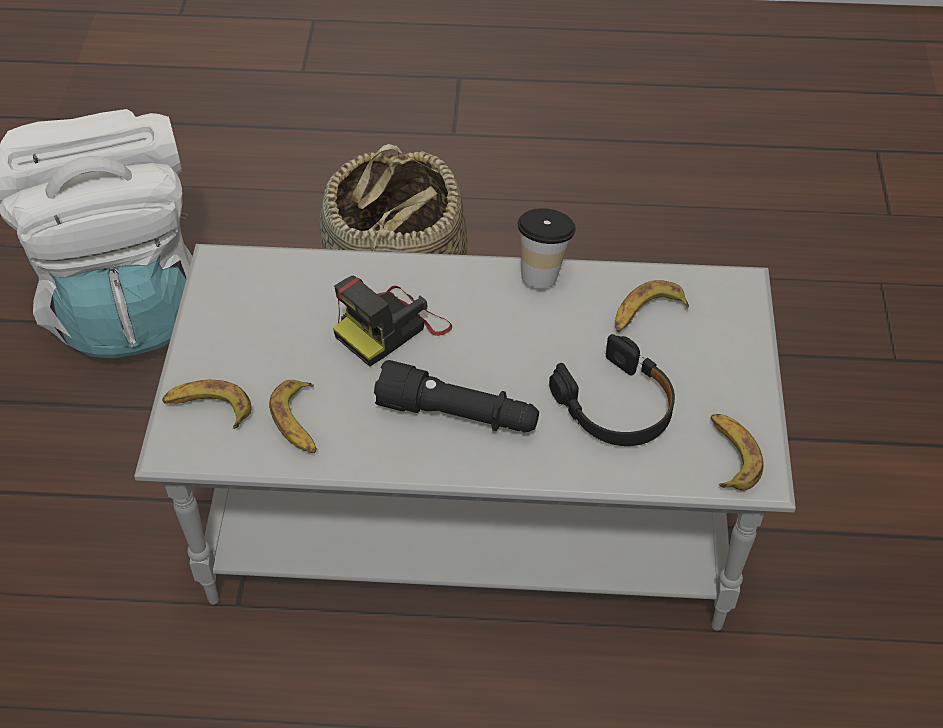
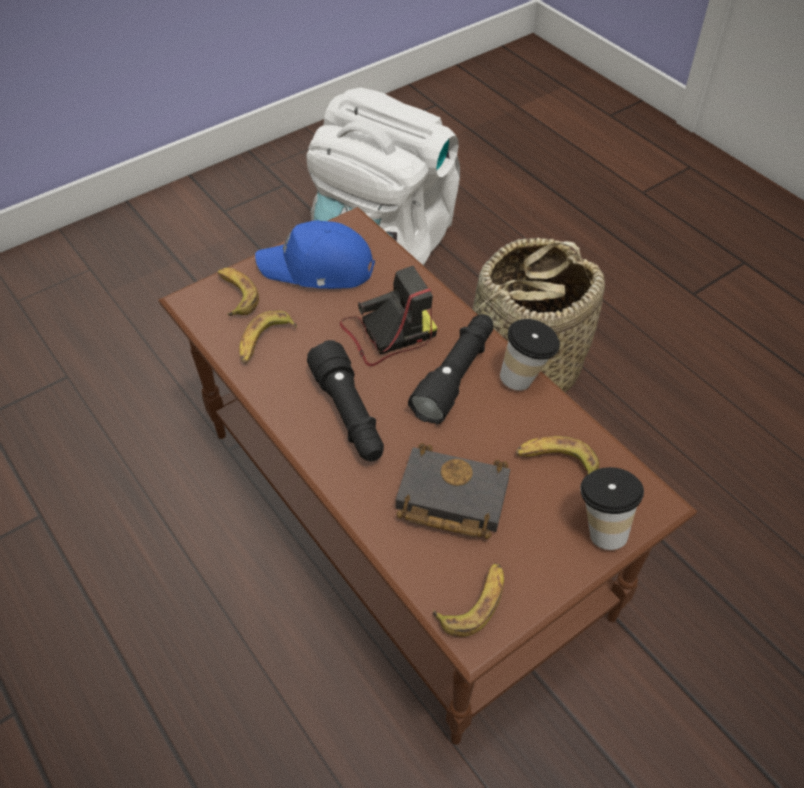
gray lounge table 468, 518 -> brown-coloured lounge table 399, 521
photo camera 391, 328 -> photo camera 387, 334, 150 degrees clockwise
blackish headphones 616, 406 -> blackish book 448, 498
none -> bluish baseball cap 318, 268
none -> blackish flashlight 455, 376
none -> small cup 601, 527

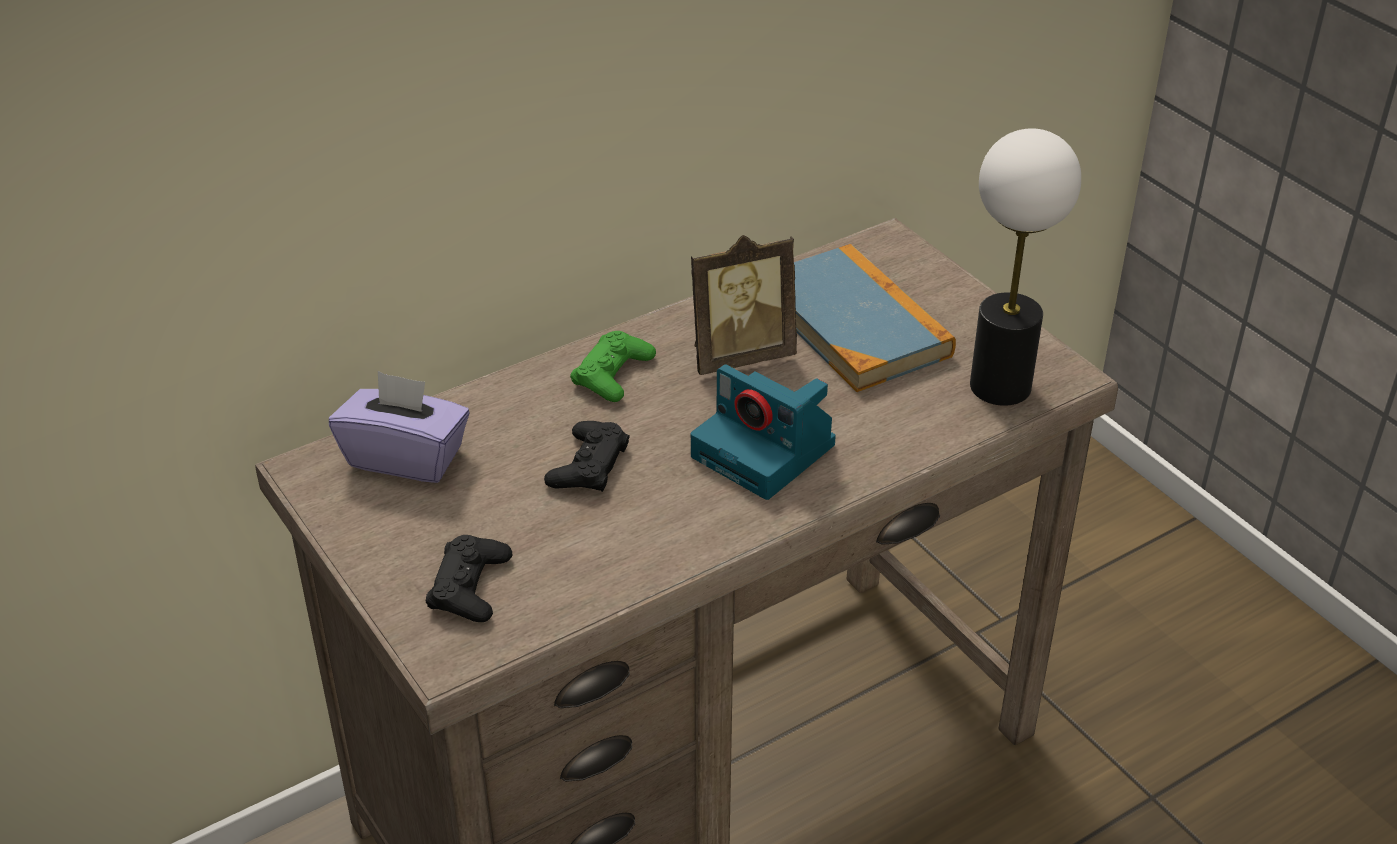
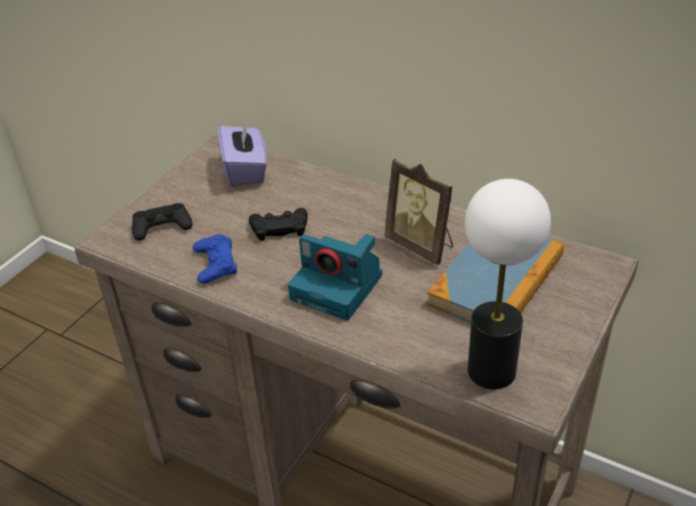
green-coloured game controller 613, 374 -> none
photo camera 766, 451 -> photo camera 339, 287, 75 degrees counterclockwise
none -> bluish game controller 215, 264

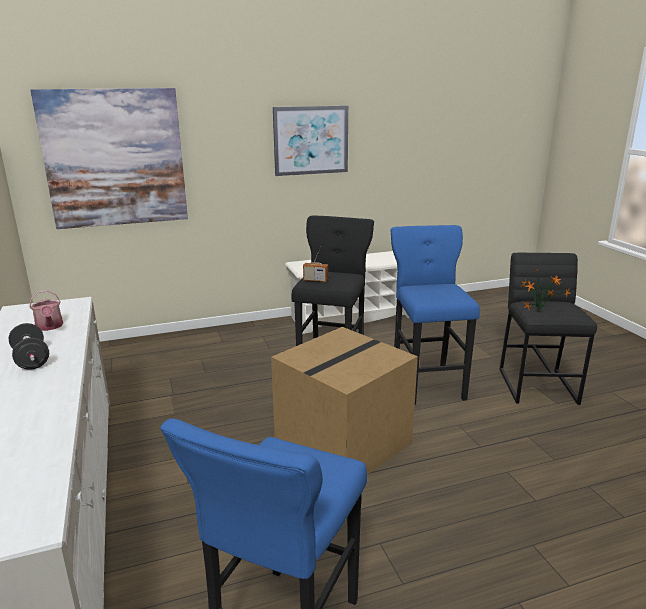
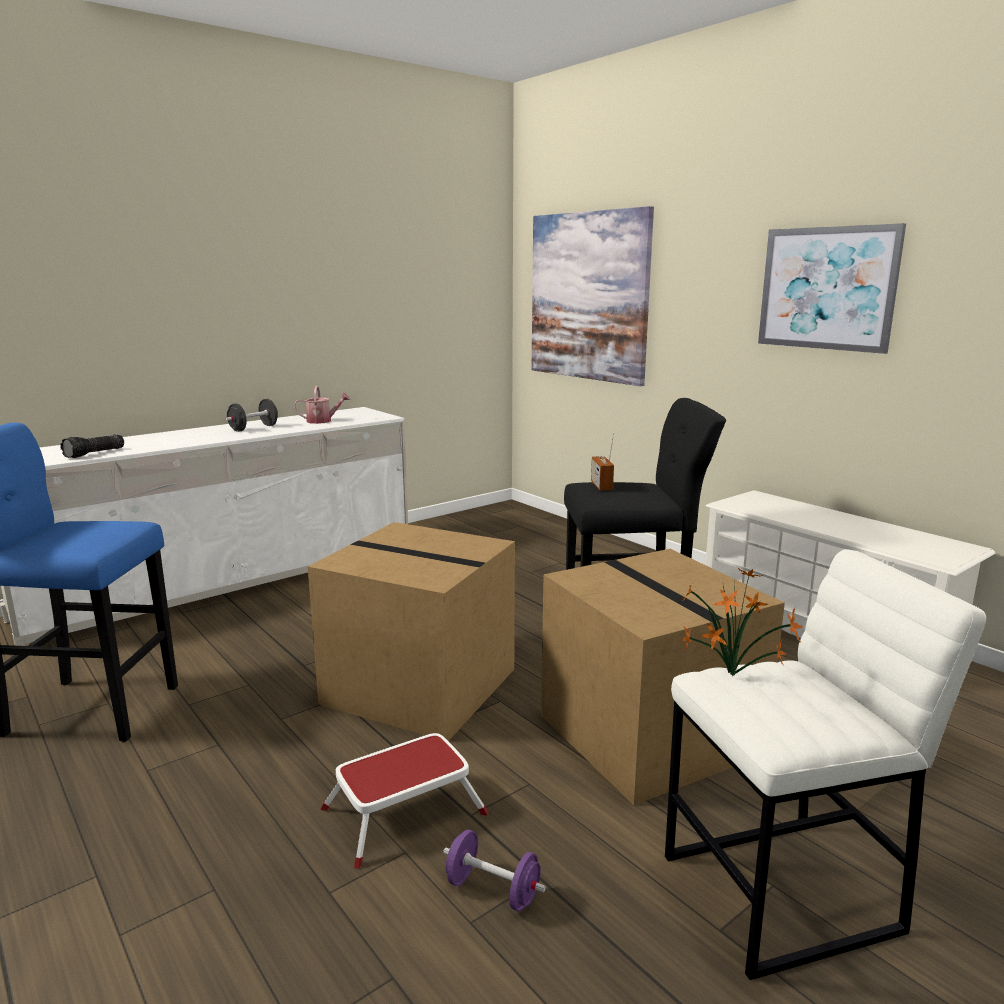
sprinkling can 50, 327 -> sprinkling can 323, 421, 135 degrees counterclockwise
bluish sitting stool 427, 382 -> carton 653, 734
blackish sitting stool 536, 385 -> white-coloured sitting stool 784, 891
none -> flashlight 95, 453
none -> reddish step stool 403, 810
none -> purplish dumbbell 493, 890

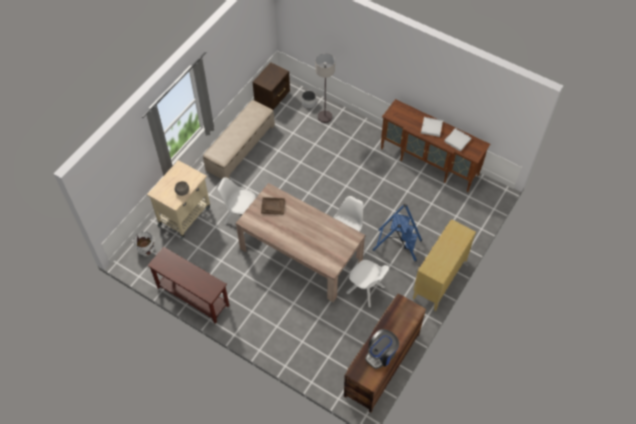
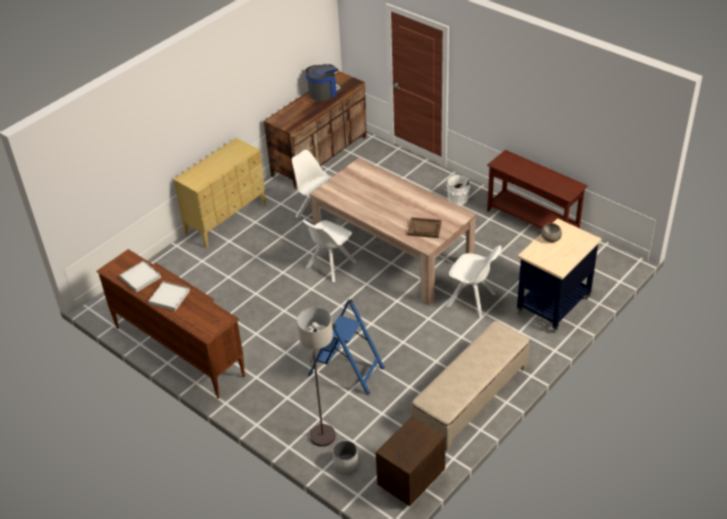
white-coloured water bucket 146, 248 -> white-coloured water bucket 457, 198, move
beige-coloured cart 184, 216 -> bluish cart 553, 306
bluish step stool 396, 244 -> bluish step stool 347, 371, move

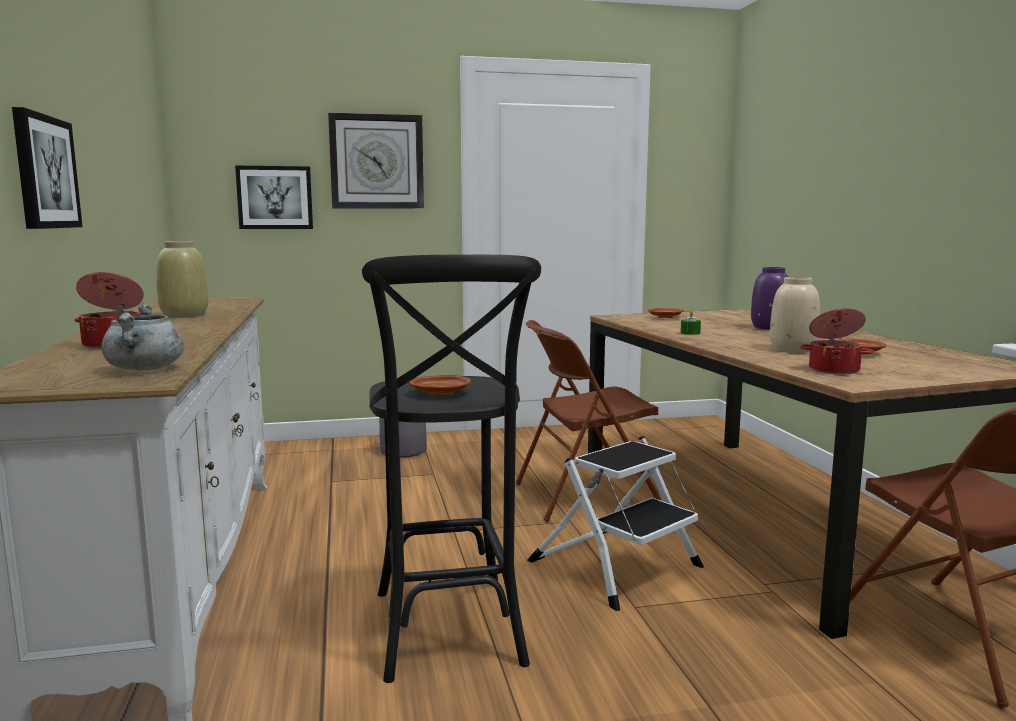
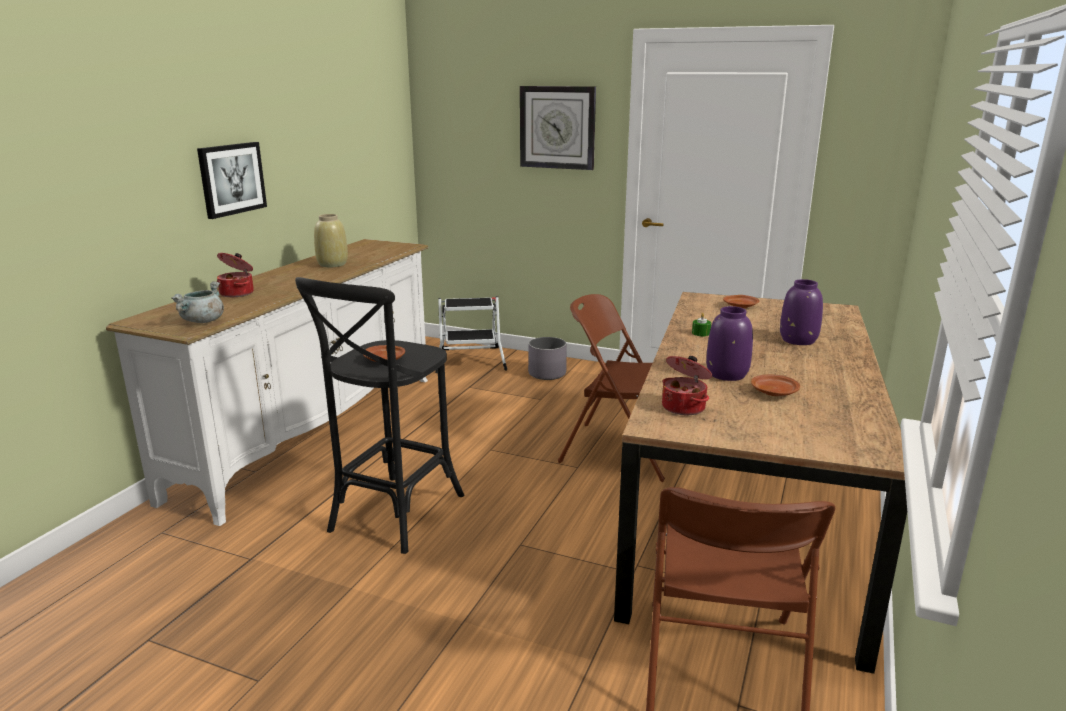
picture 275, 197 -> none
step stool 615, 566 -> step stool 470, 360, move
beige-coloured decorative vase 793, 349 -> purplish decorative vase 727, 374

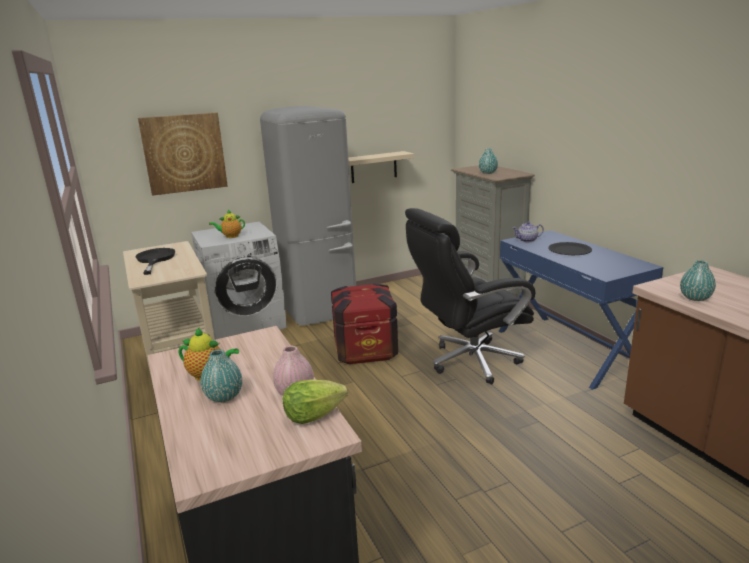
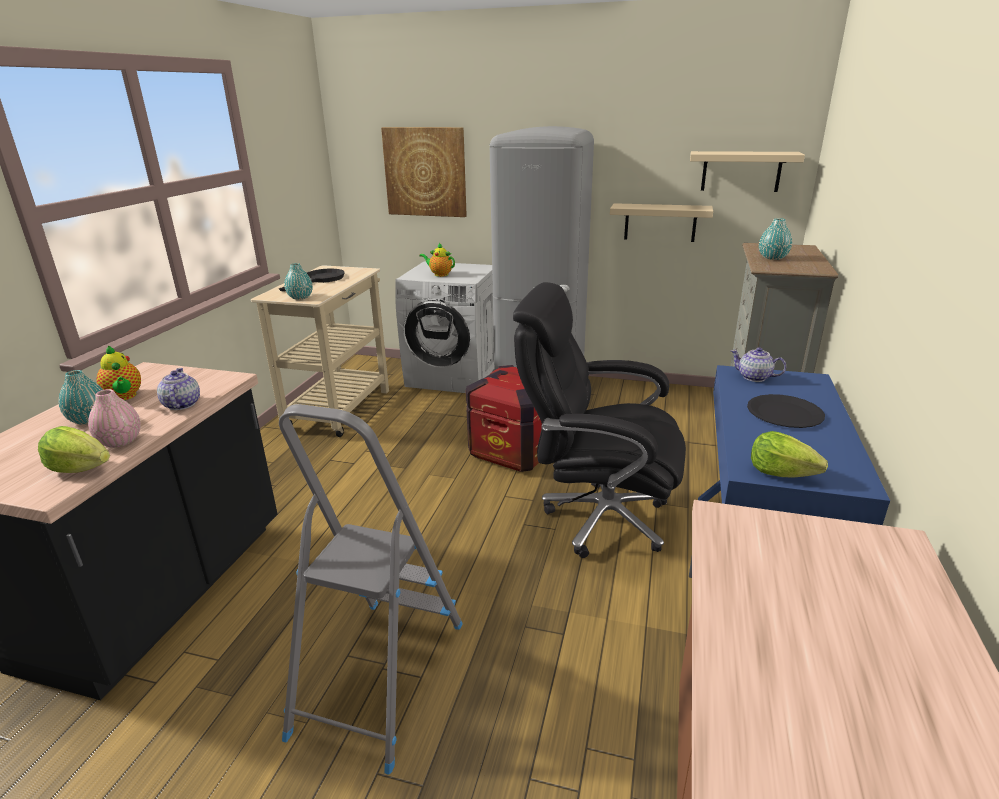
turquoise decorative vase 695, 298 -> turquoise decorative vase 300, 297, move
none -> teapot 181, 405
none -> gray step stool 382, 674
none -> beige-coloured wall shelf 741, 171
none -> lettuce head 780, 473

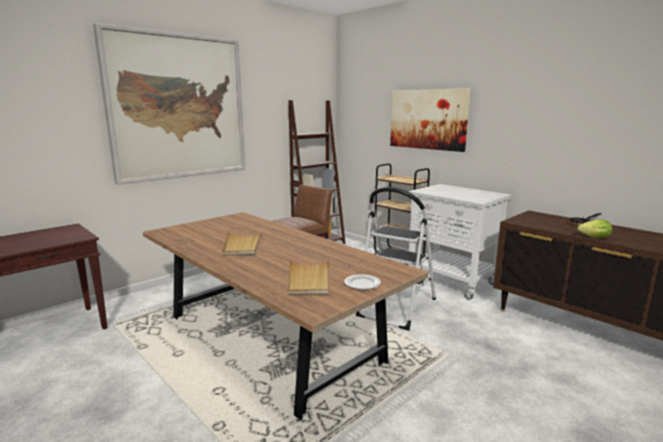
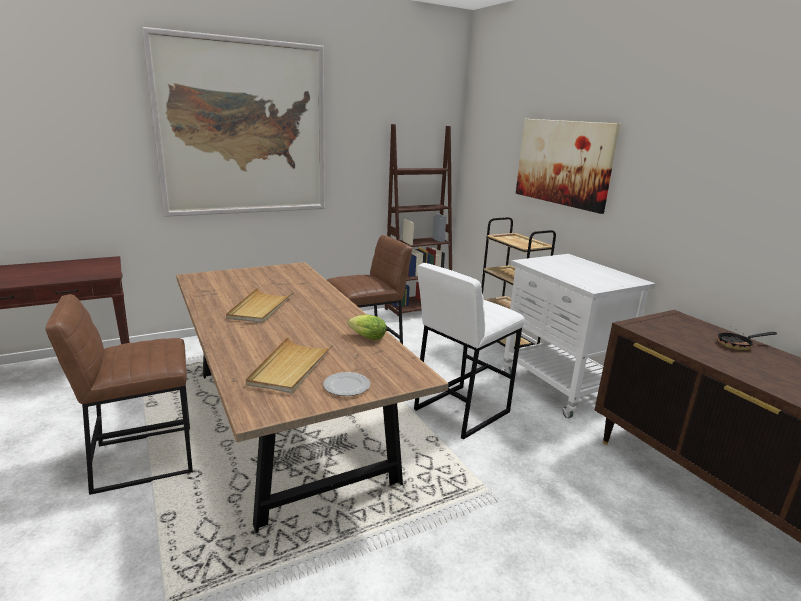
step stool 395, 308 -> white-coloured sitting stool 460, 411
lettuce head 592, 237 -> lettuce head 365, 337, move
none -> brown-coloured chair 142, 458

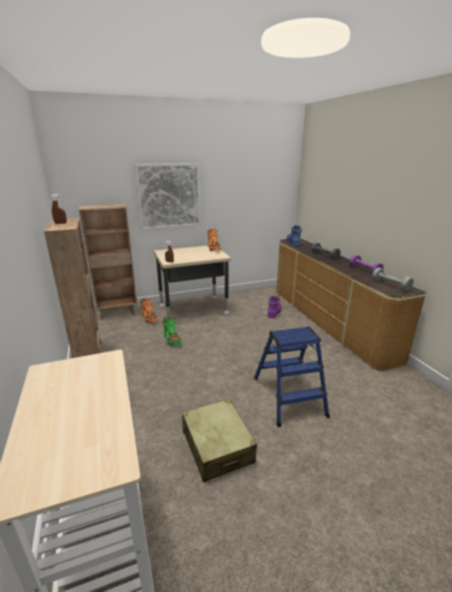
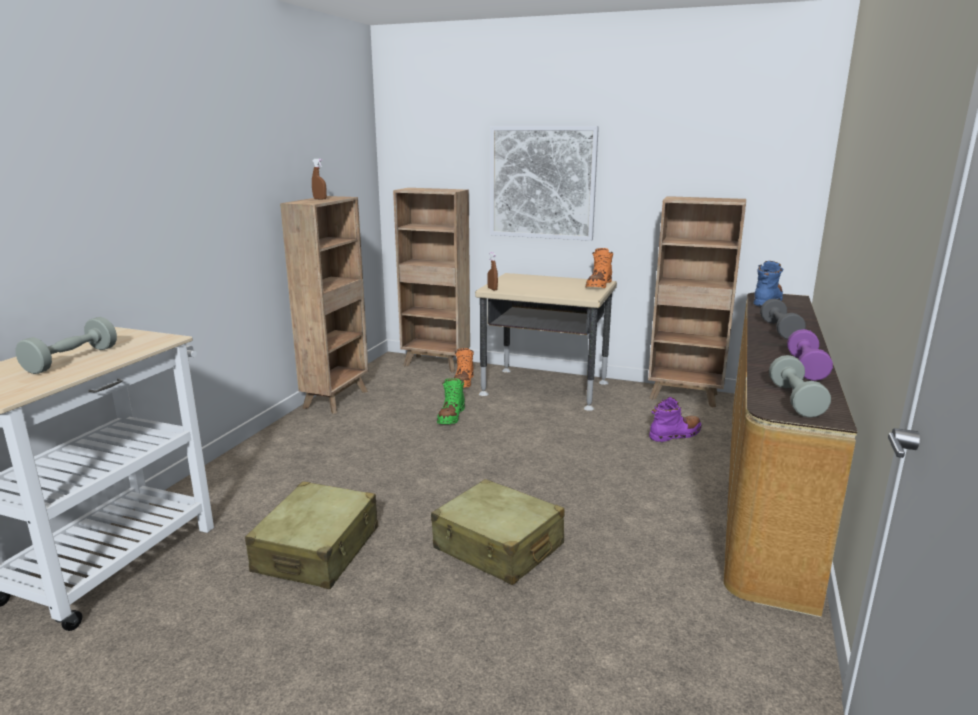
bluish step stool 288, 396 -> beige-coloured piece of luggage 498, 547
none -> gray dumbbell 72, 360
none -> brown-coloured bookshelf 685, 397

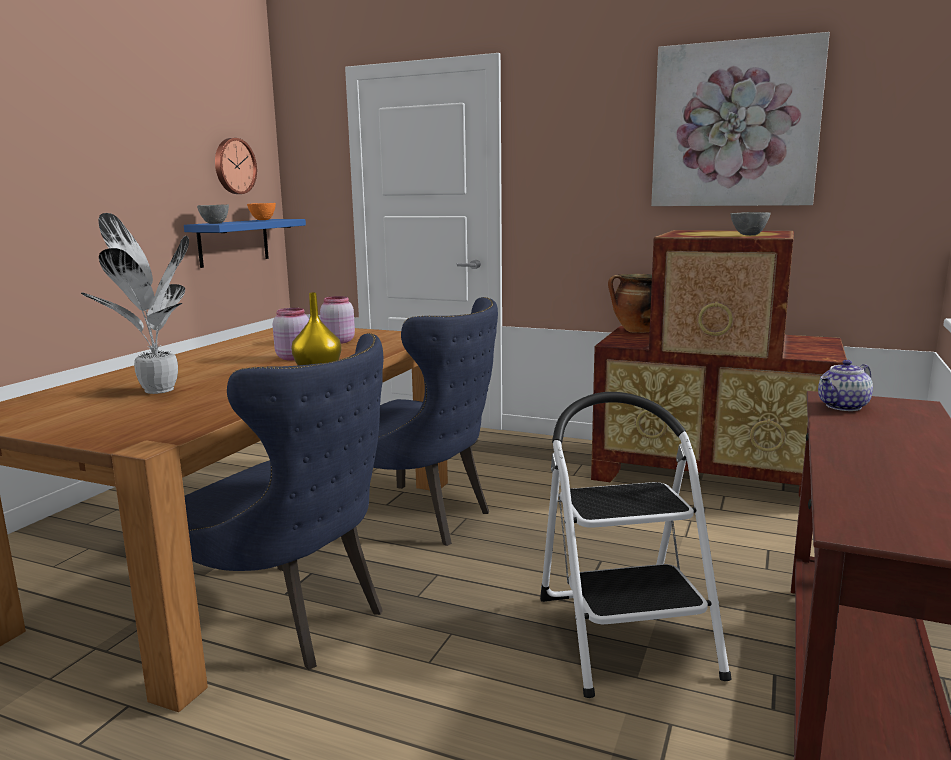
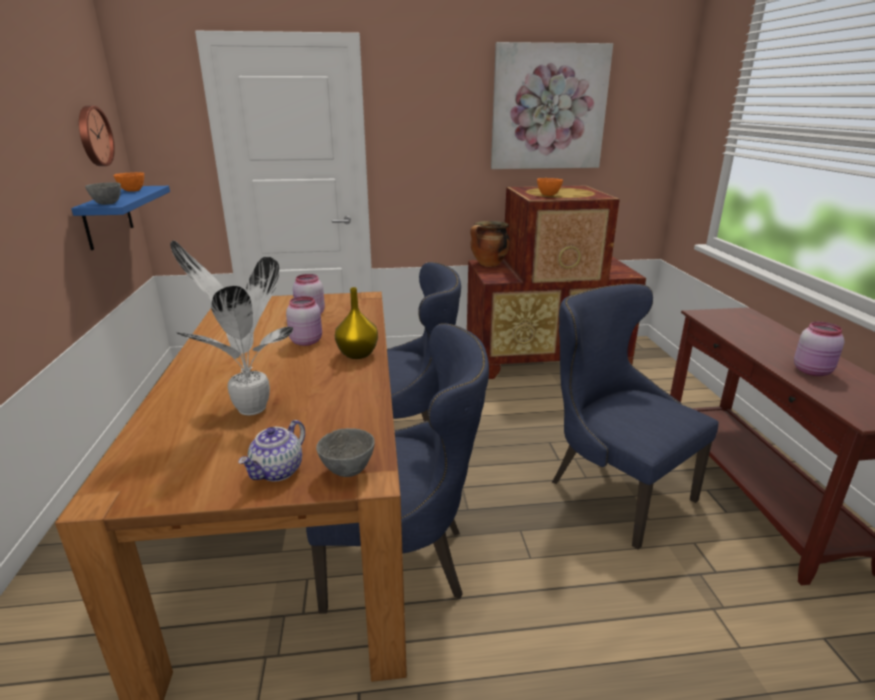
step stool 624, 633 -> bluish chair 614, 491
gray serving bowl 749, 235 -> gray serving bowl 348, 471, move
teapot 843, 406 -> teapot 277, 471, move
none -> orangey serving bowl 548, 195
none -> pinkish storage jar 813, 371

